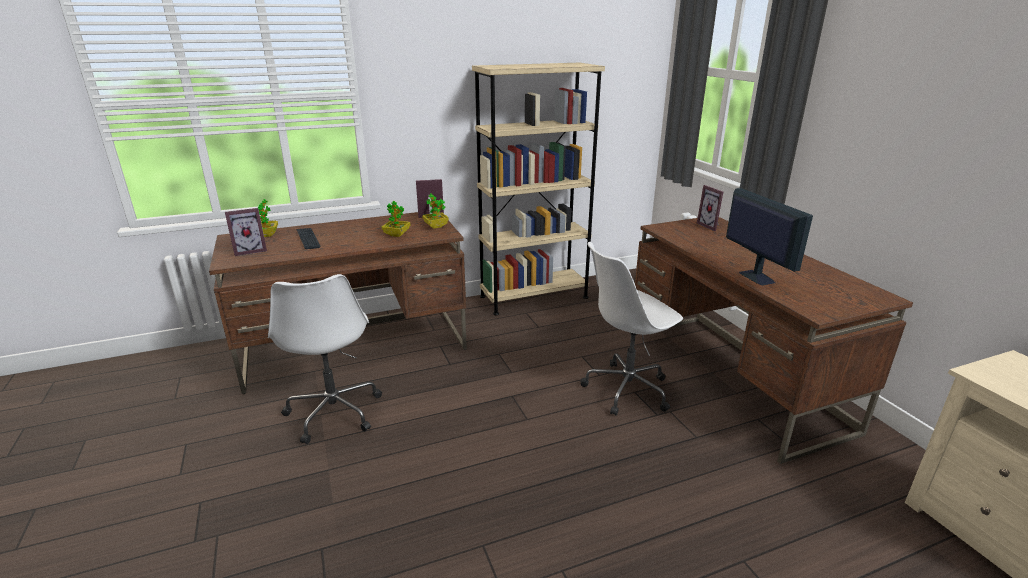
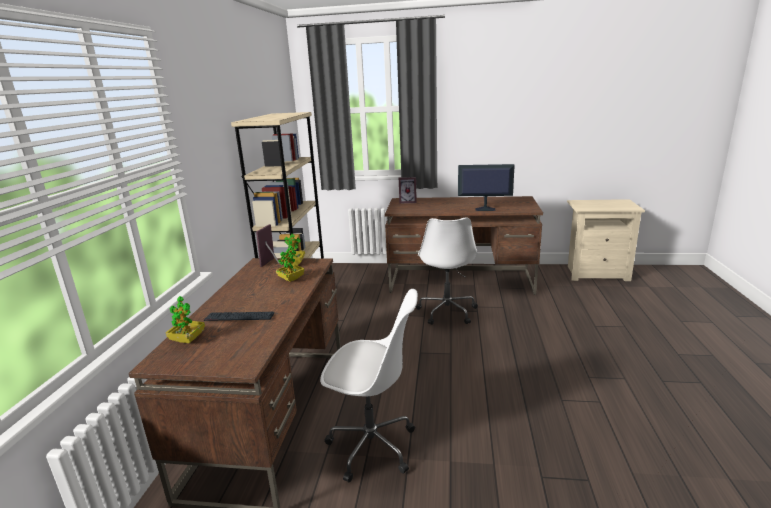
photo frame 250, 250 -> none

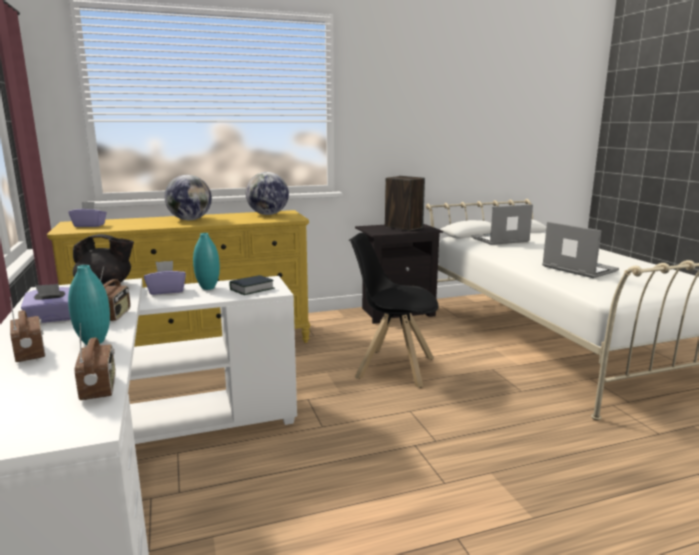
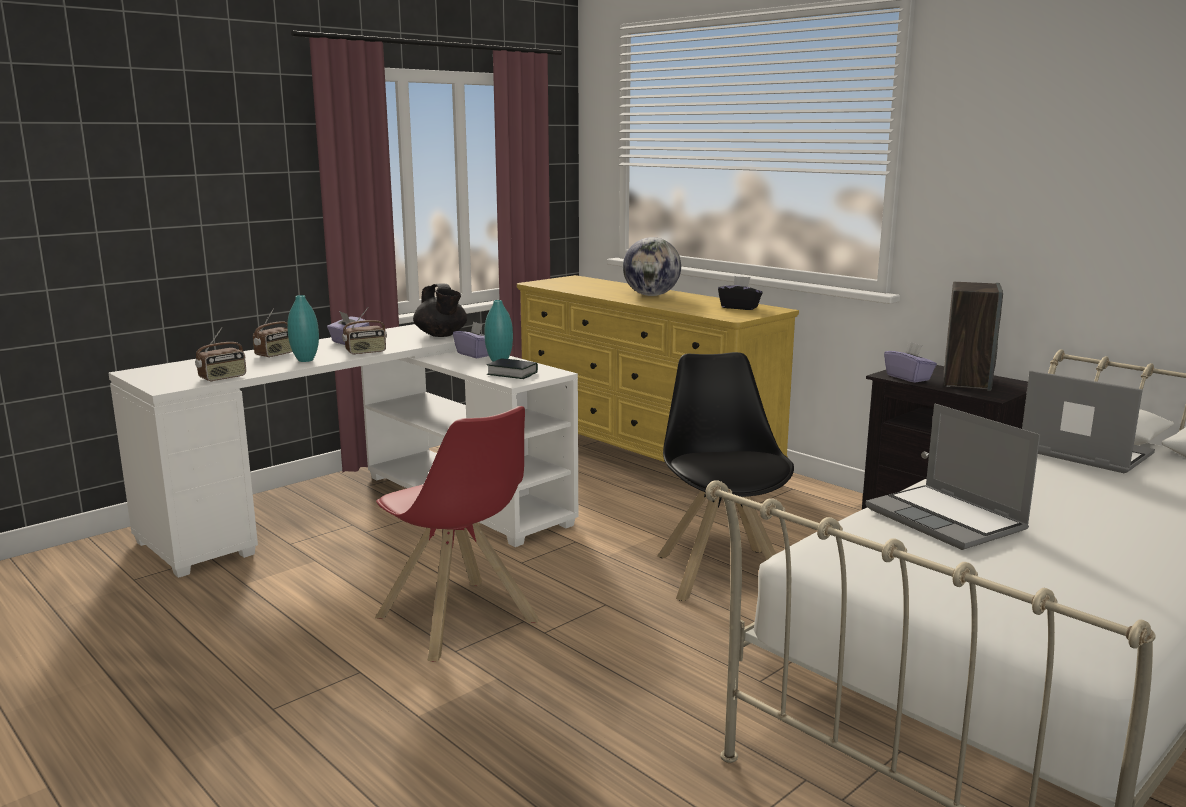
purplish tissue holder 89, 225 -> purplish tissue holder 908, 377, move
desk globe 268, 214 -> blackish tissue holder 739, 307
notebook computer 577, 269 -> notebook computer 947, 520, 120 degrees clockwise
none -> reddish chair 459, 621

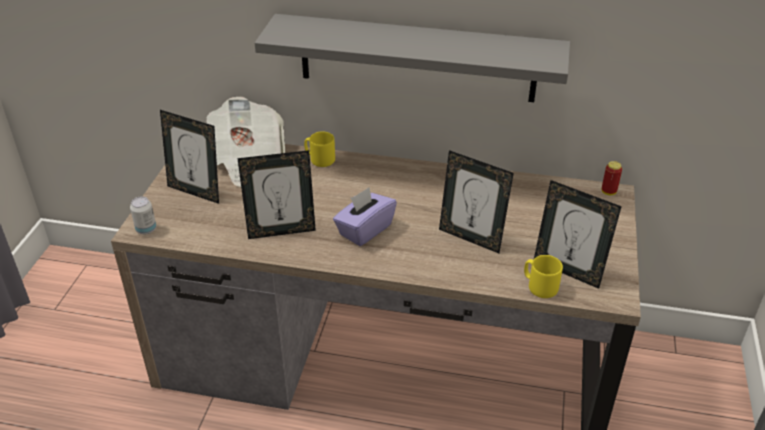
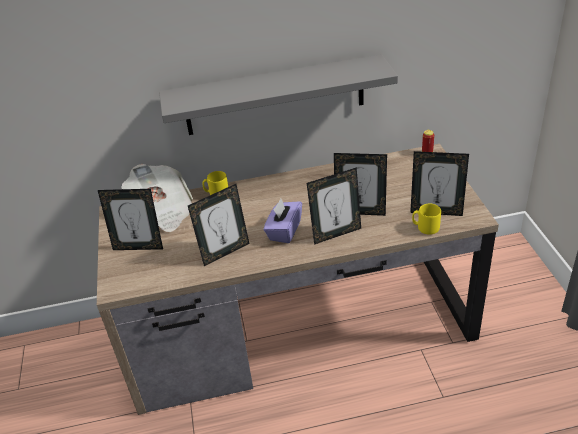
sealed can 146, 229 -> none
none -> photo frame 336, 233

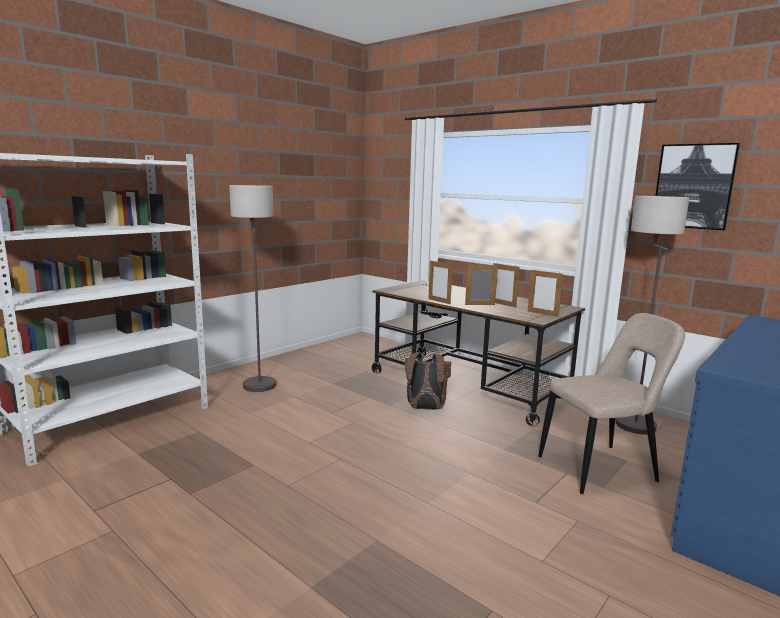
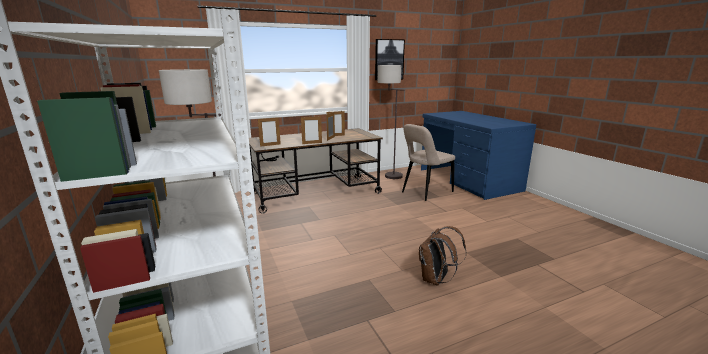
brown-coloured knapsack 425, 408 -> brown-coloured knapsack 436, 280, move
photo frame 542, 314 -> photo frame 270, 145, move
beige-coloured chair 602, 468 -> beige-coloured chair 425, 192, 135 degrees counterclockwise

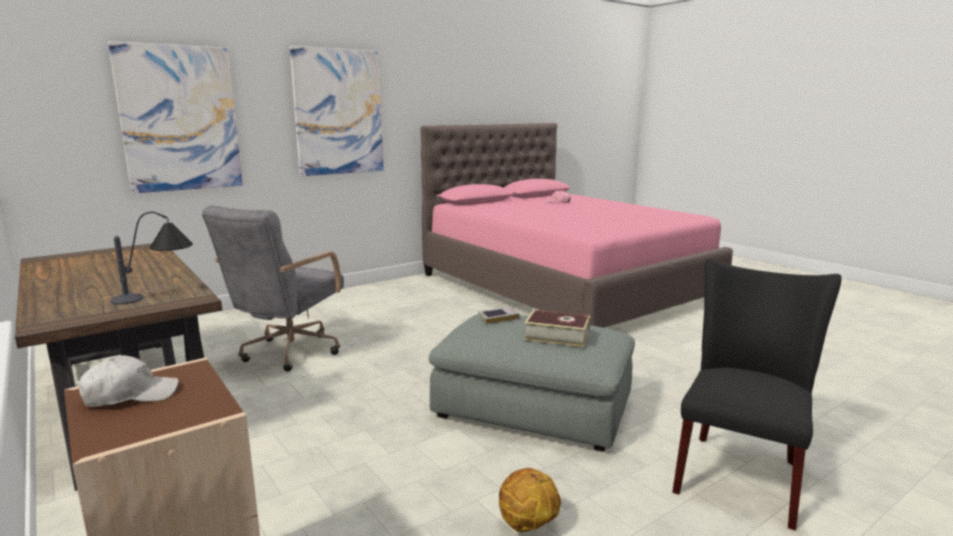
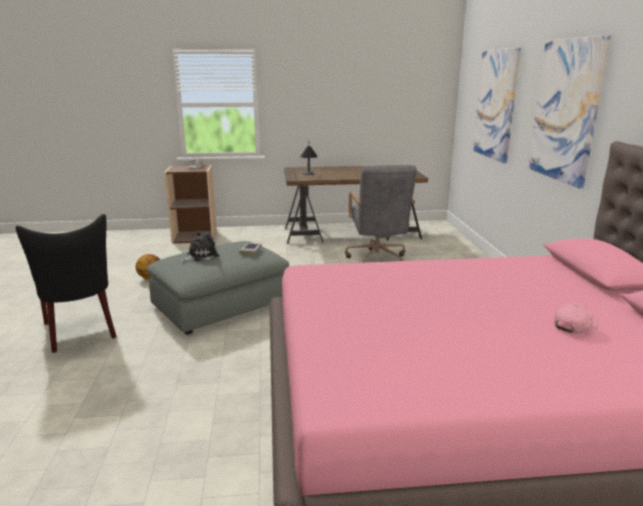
gray desk chair 288, 354 -> gray desk chair 377, 261, 150 degrees counterclockwise
book 557, 336 -> cuddly toy 200, 256

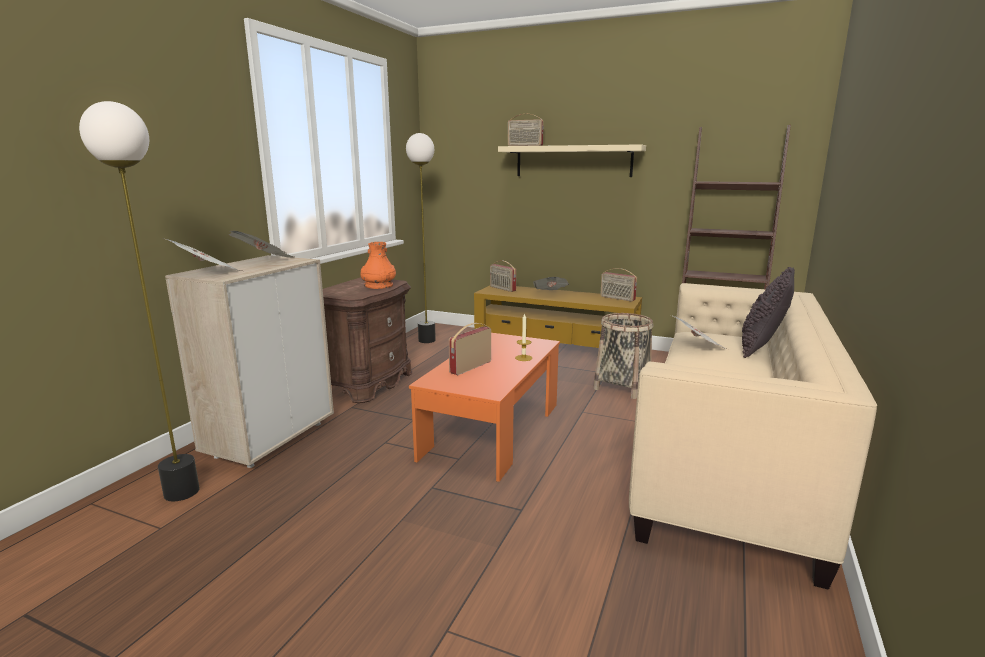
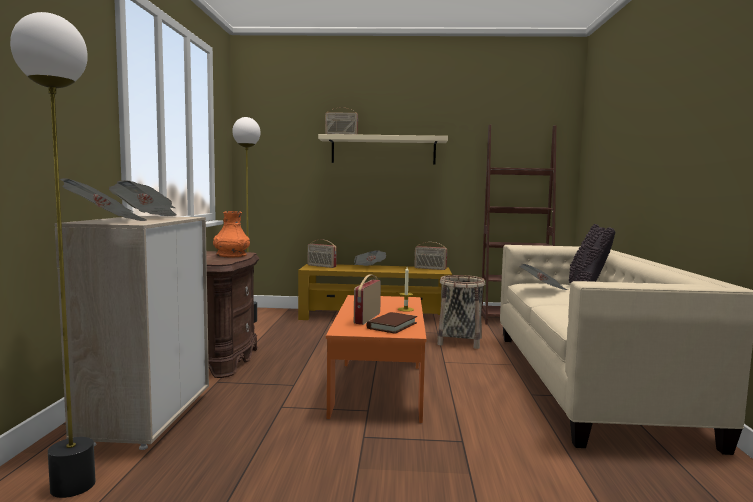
none -> brown-coloured book 392, 325

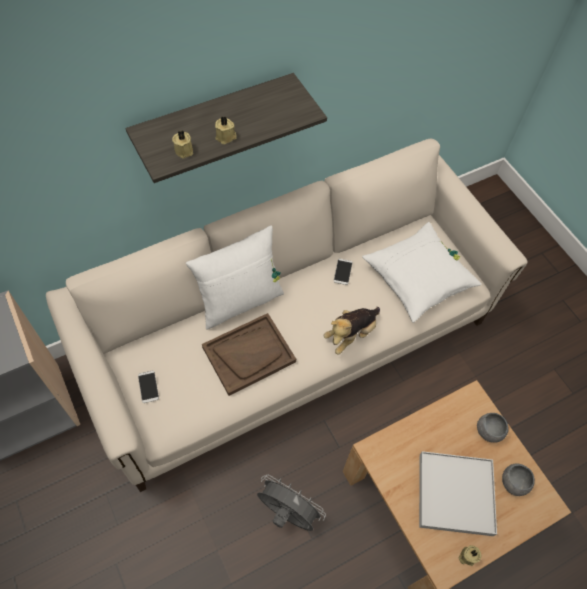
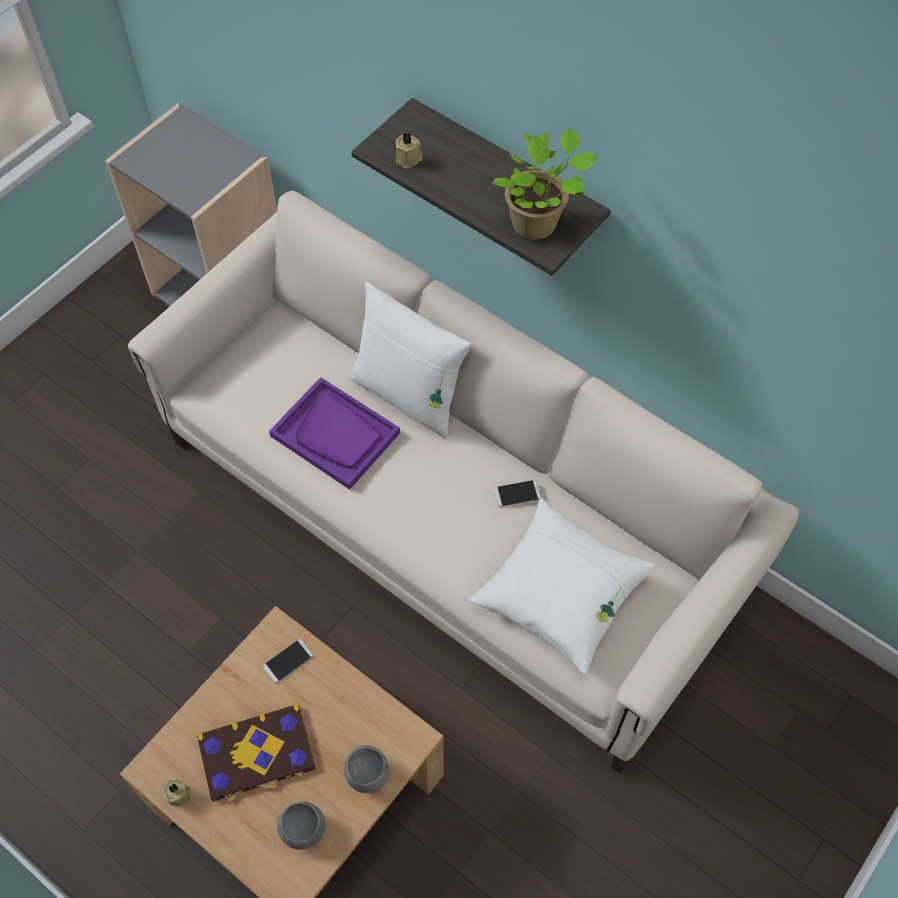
telephone 148, 386 -> telephone 288, 661, move
brown-coloured serving tray 249, 354 -> purplish serving tray 335, 434
beige-coloured wax light 226, 137 -> none
gray electric fan 286, 513 -> none
cuddly toy 351, 334 -> none
white-coloured serving tray 455, 494 -> book 257, 754
none -> plant in a pot 538, 224

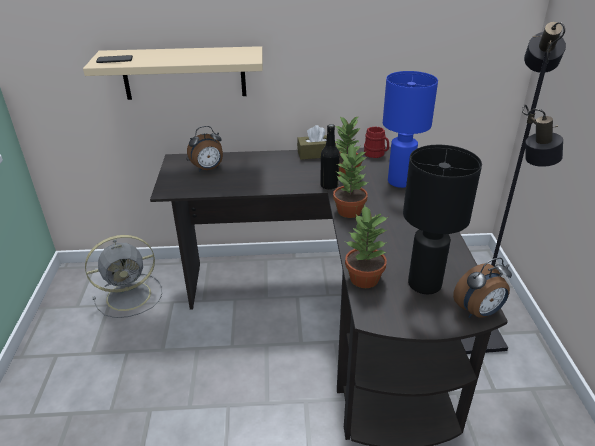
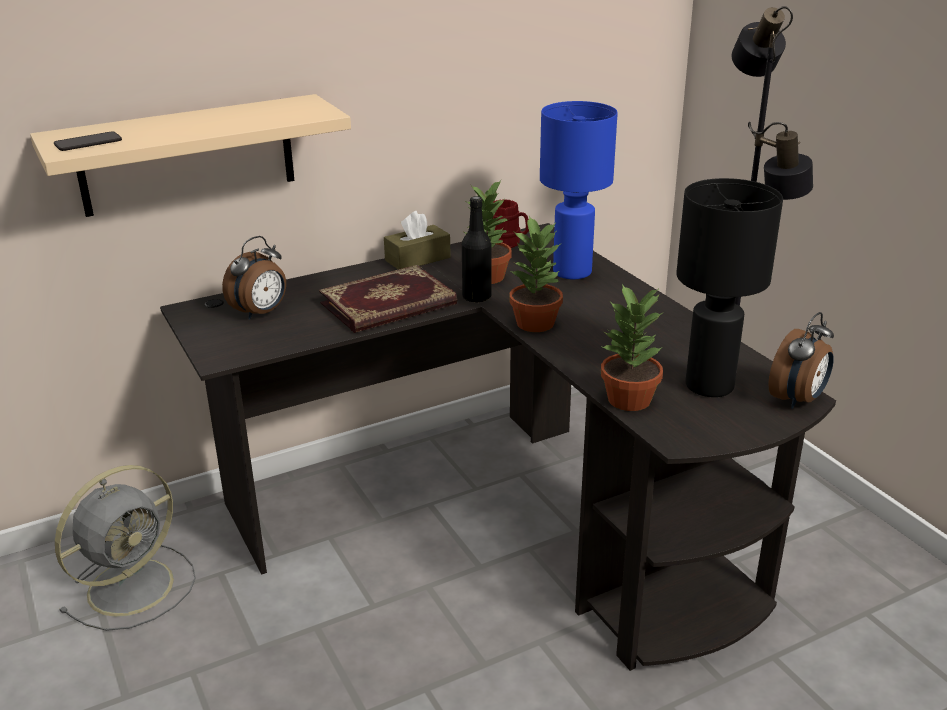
none -> book 389, 305

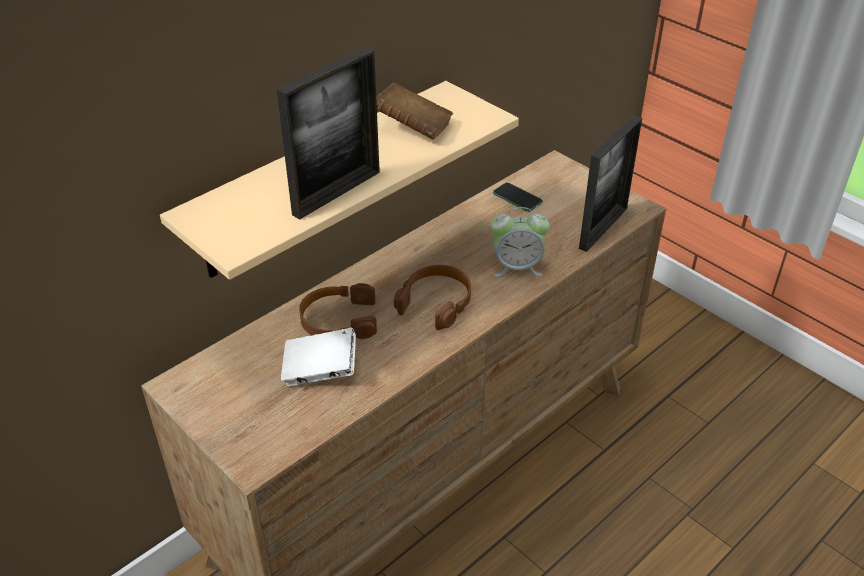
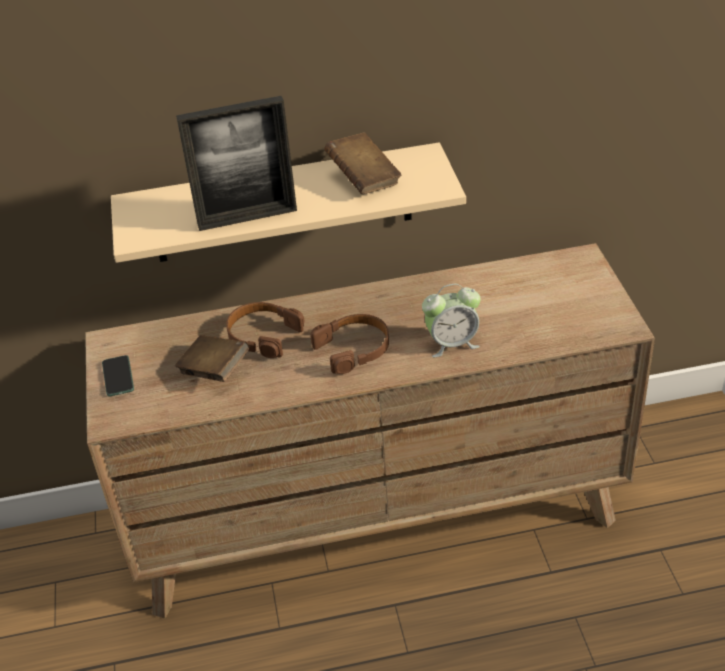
white-coloured book 320, 371 -> brown-coloured book 214, 371
bedside clock 517, 267 -> bedside clock 452, 343, 45 degrees counterclockwise
telephone 517, 198 -> telephone 118, 377, move
photo frame 603, 228 -> none

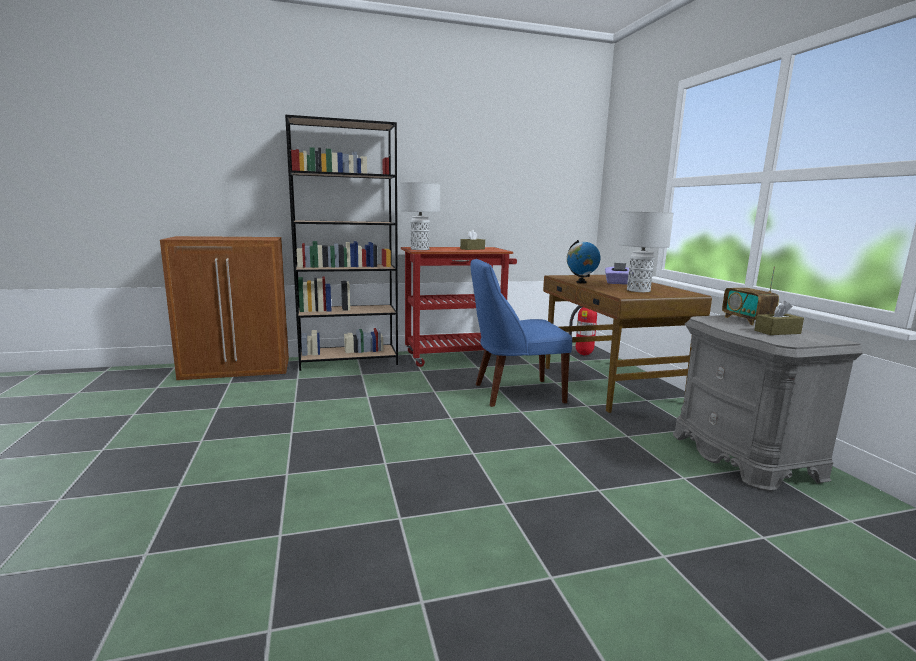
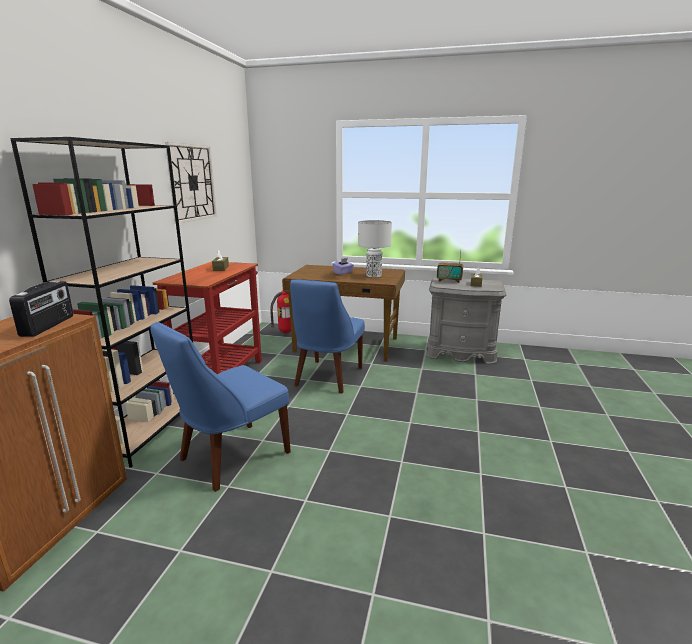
white-coloured lamp for a table 419, 249 -> none
desk globe 581, 282 -> none
none -> radio set 49, 326
none -> bluish chair 230, 457
none -> clock on the wall 192, 182

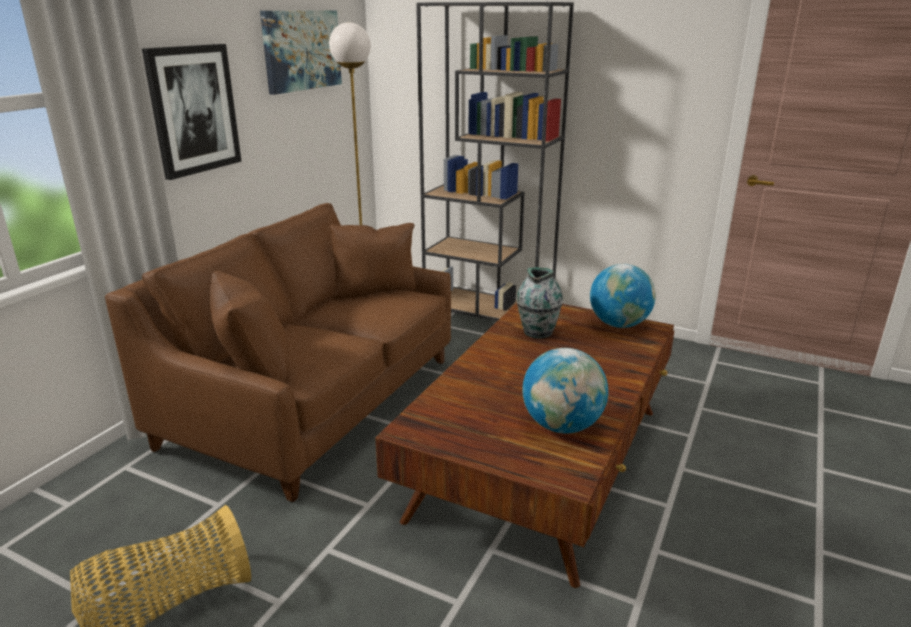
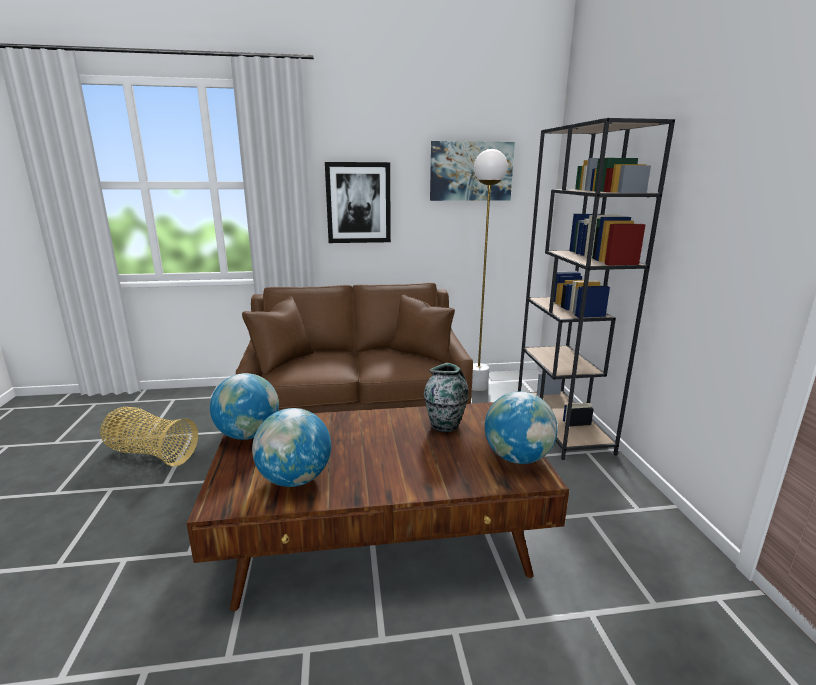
none -> desk globe 248, 435

